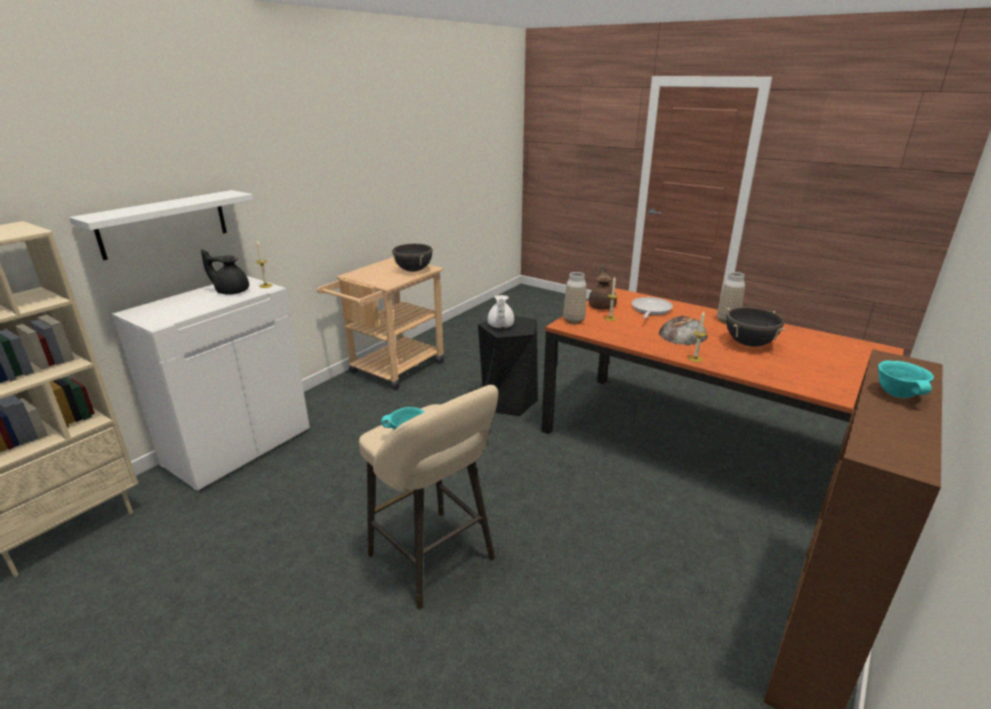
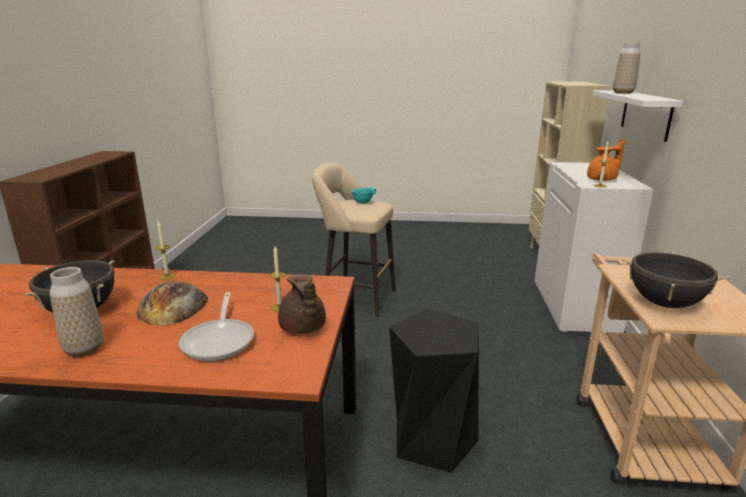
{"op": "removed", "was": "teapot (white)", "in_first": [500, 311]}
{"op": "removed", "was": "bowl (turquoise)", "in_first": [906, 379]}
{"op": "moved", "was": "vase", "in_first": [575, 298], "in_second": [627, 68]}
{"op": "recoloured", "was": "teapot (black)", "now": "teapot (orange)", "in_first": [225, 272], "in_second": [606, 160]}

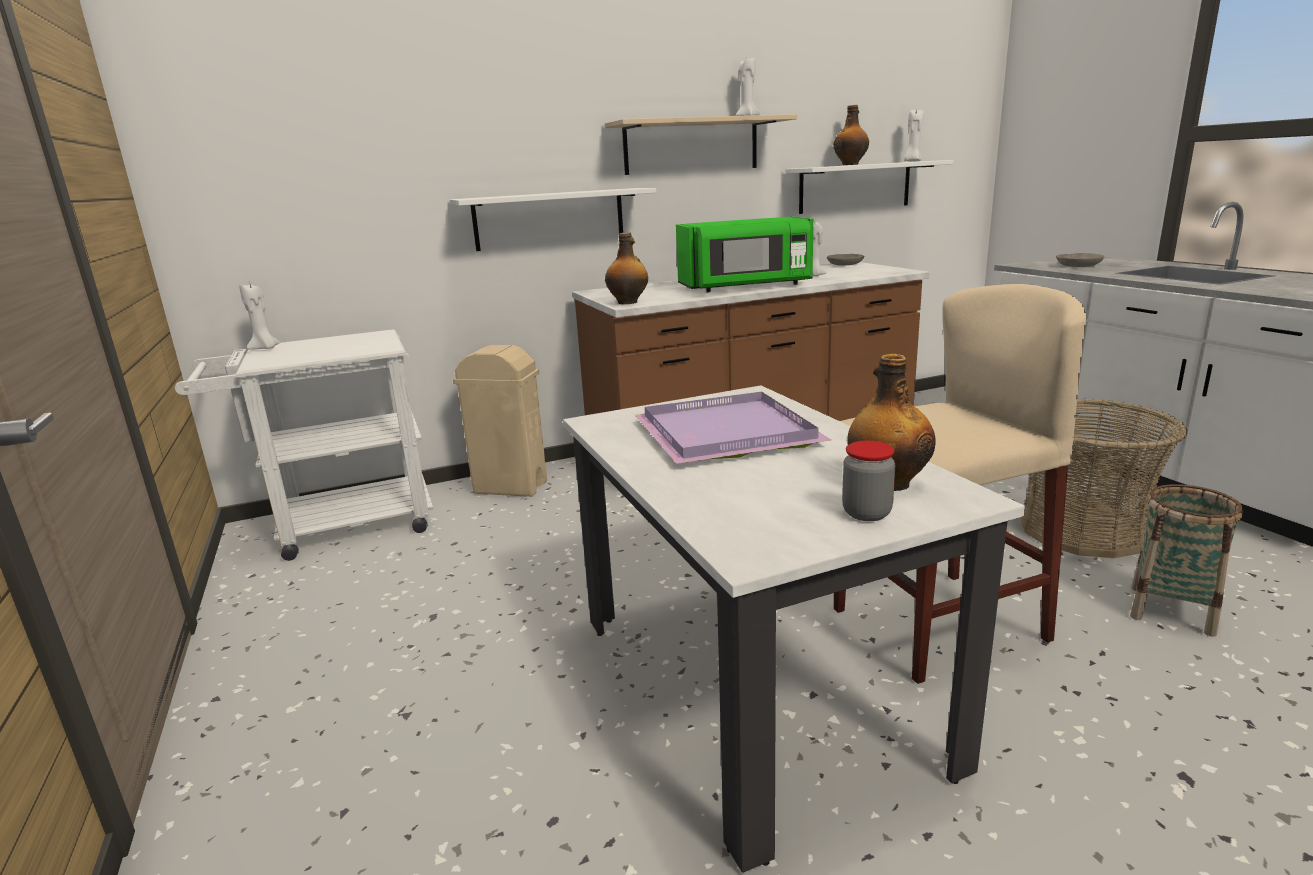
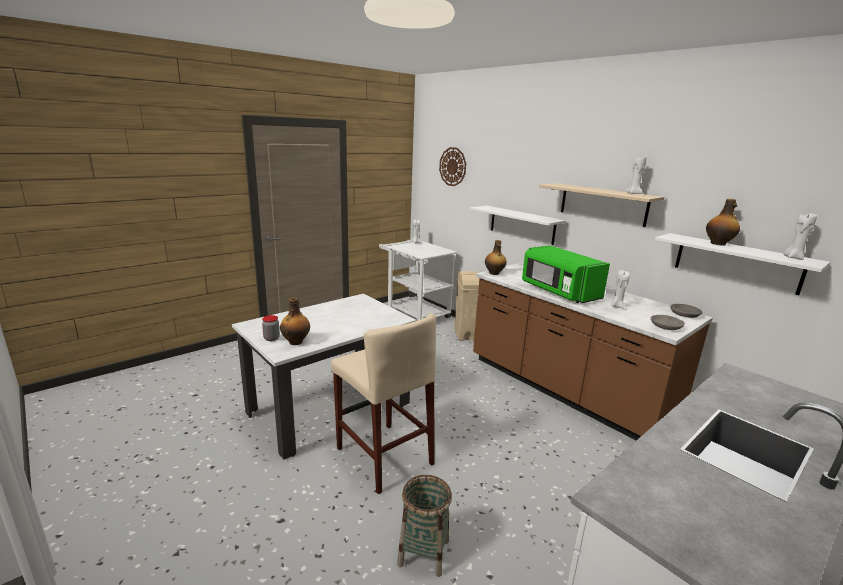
{"op": "removed", "was": "tray (purple)", "in_first": [733, 428]}
{"op": "removed", "was": "basket", "in_first": [1103, 478]}
{"op": "added", "now": "wall clock", "in_second": [452, 166]}
{"op": "moved", "was": "bowl (grey)", "in_first": [1080, 260], "in_second": [668, 322]}

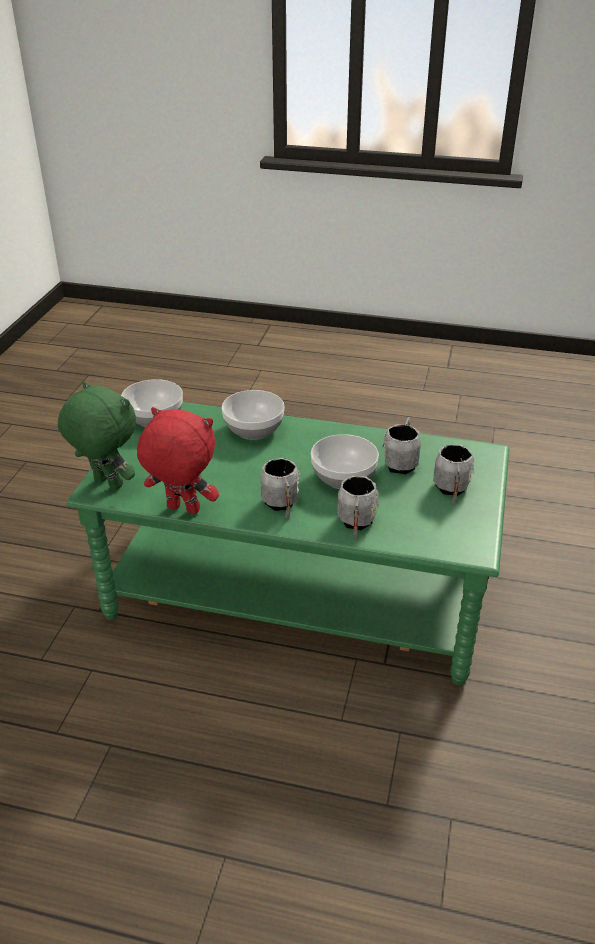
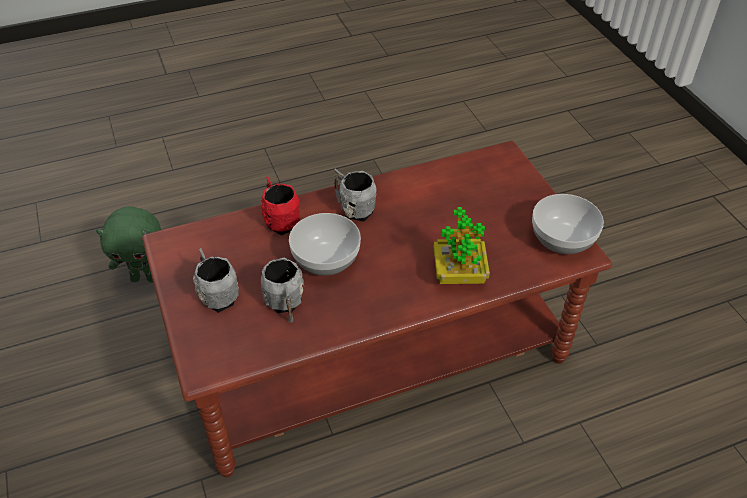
{"op": "removed", "was": "plush toy (red)", "in_first": [178, 460]}
{"op": "moved", "was": "plush toy (green)", "in_first": [97, 436], "in_second": [128, 244]}
{"op": "replaced", "was": "bowl", "now": "potted plant", "in_first": [253, 415], "in_second": [462, 245]}
{"op": "recoloured", "was": "coffee table (green)", "now": "coffee table (brown)", "in_first": [288, 544], "in_second": [377, 309]}
{"op": "recoloured", "was": "mug (grey)", "now": "mug (red)", "in_first": [358, 507], "in_second": [280, 206]}

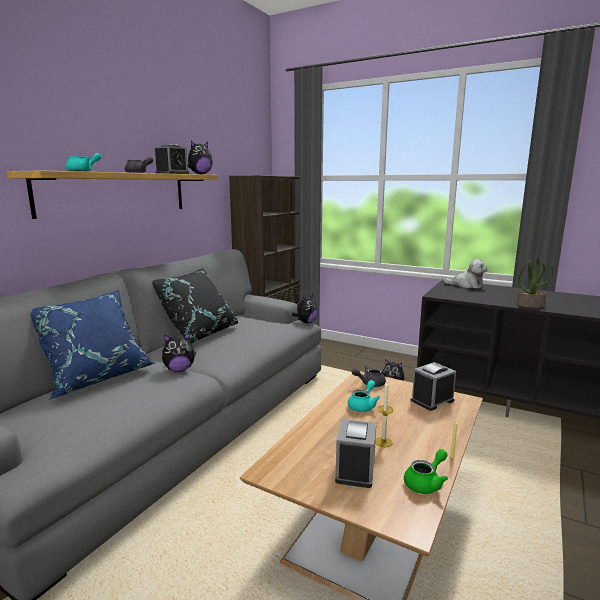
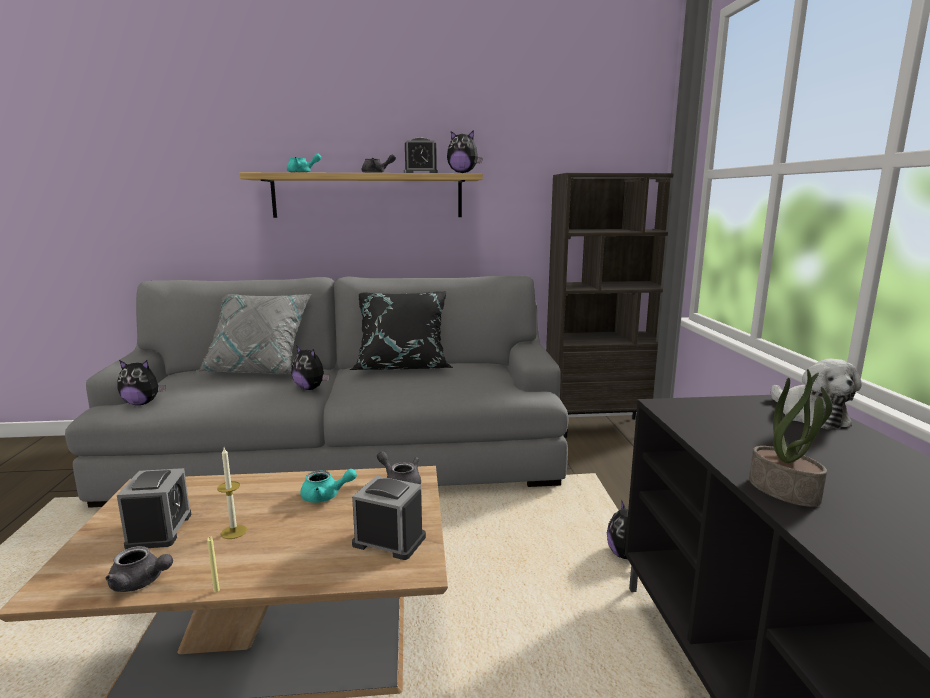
{"op": "moved", "was": "plush toy", "in_first": [305, 308], "in_second": [141, 382]}
{"op": "recoloured", "was": "pillow (blue)", "now": "pillow (grey)", "in_first": [92, 344], "in_second": [253, 334]}
{"op": "recoloured", "was": "teapot (green)", "now": "teapot (grey)", "in_first": [426, 471], "in_second": [139, 569]}
{"op": "turned", "was": "alarm clock", "in_first": [355, 453], "in_second": [154, 508], "clockwise": -75}

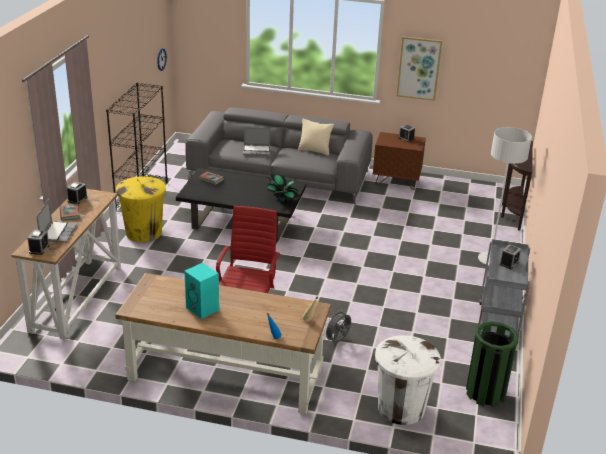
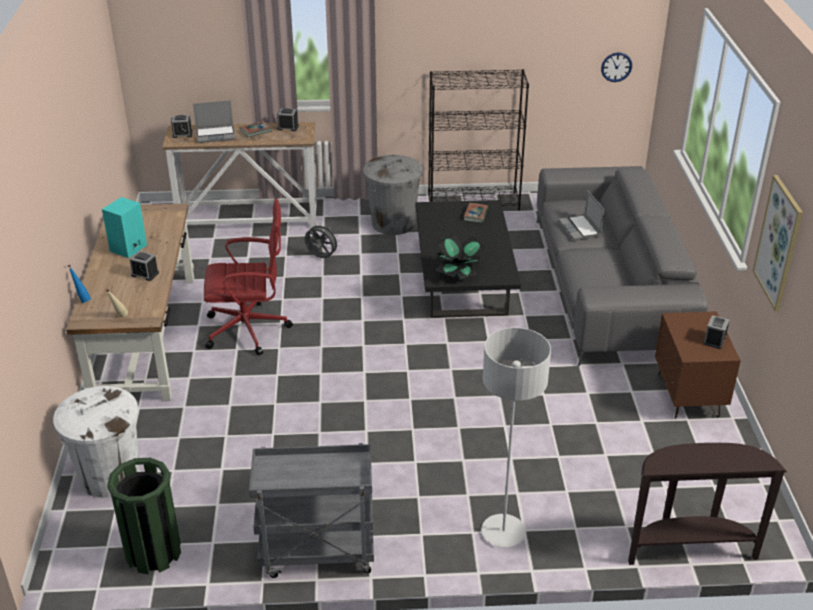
{"op": "removed", "was": "pillow (beige)", "in_first": [316, 137]}
{"op": "moved", "was": "fan (grey)", "in_first": [337, 326], "in_second": [322, 240]}
{"op": "moved", "was": "alarm clock", "in_first": [510, 256], "in_second": [144, 266]}
{"op": "recoloured", "was": "trash can (yellow)", "now": "trash can (grey)", "in_first": [141, 209], "in_second": [393, 195]}

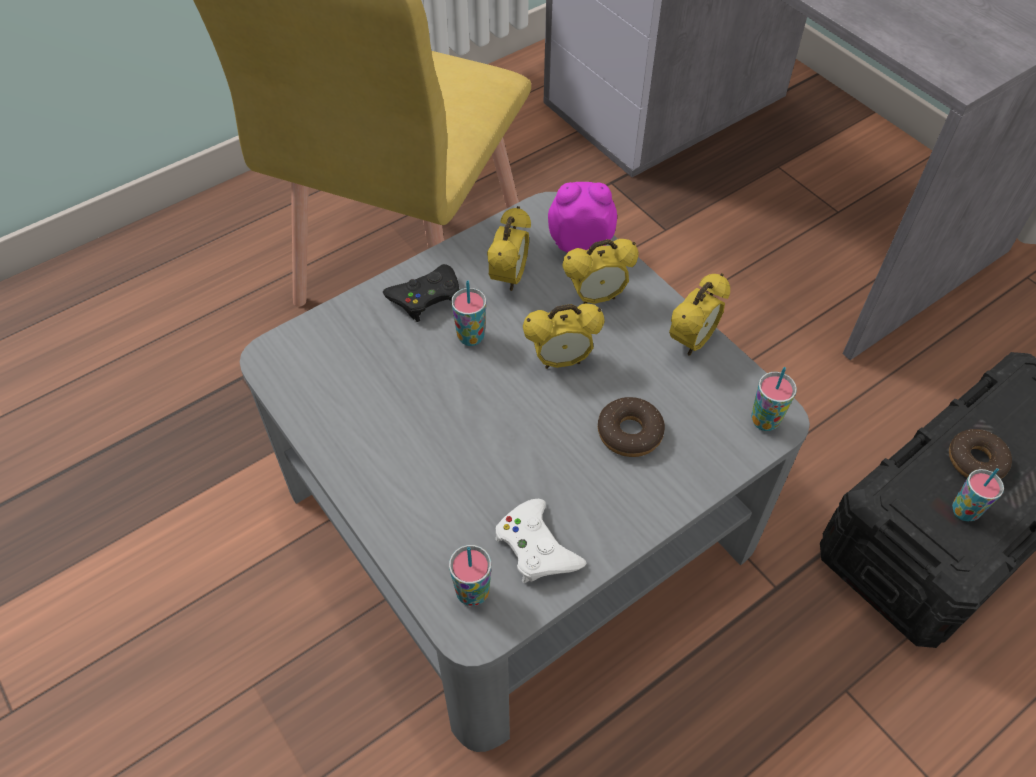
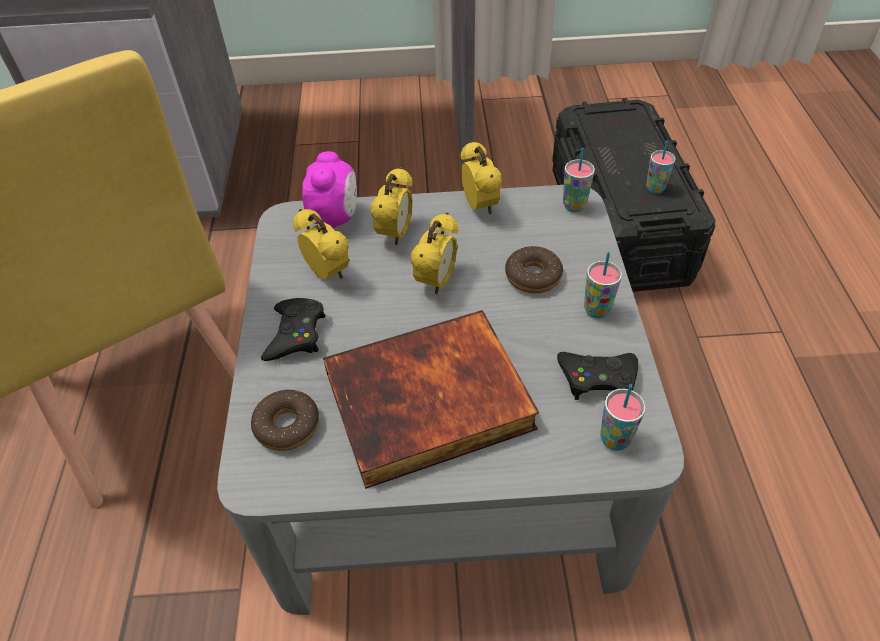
{"op": "added", "now": "book", "in_second": [431, 399]}
{"op": "moved", "was": "cup", "in_first": [468, 313], "in_second": [603, 285]}
{"op": "moved", "was": "donut", "in_first": [980, 454], "in_second": [285, 420]}
{"op": "recoloured", "was": "game controller (white)", "now": "game controller (black)", "in_first": [540, 541], "in_second": [597, 376]}
{"op": "turned", "was": "alarm clock", "in_first": [582, 217], "in_second": [329, 190], "clockwise": 150}

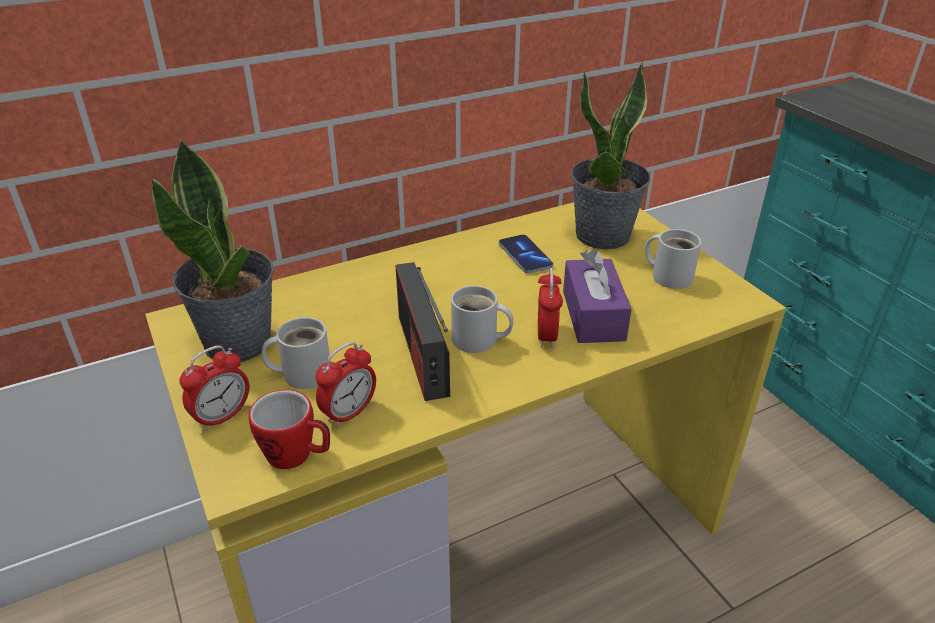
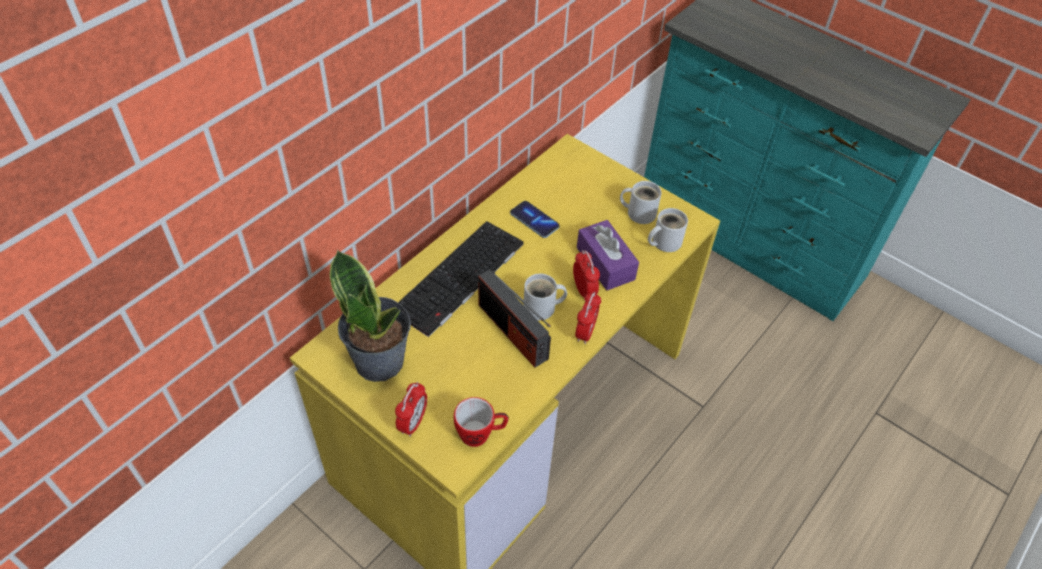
{"op": "removed", "was": "potted plant", "in_first": [610, 156]}
{"op": "added", "now": "keyboard", "in_second": [460, 279]}
{"op": "moved", "was": "mug (white)", "in_first": [296, 353], "in_second": [668, 230]}
{"op": "moved", "was": "alarm clock", "in_first": [346, 385], "in_second": [588, 318]}

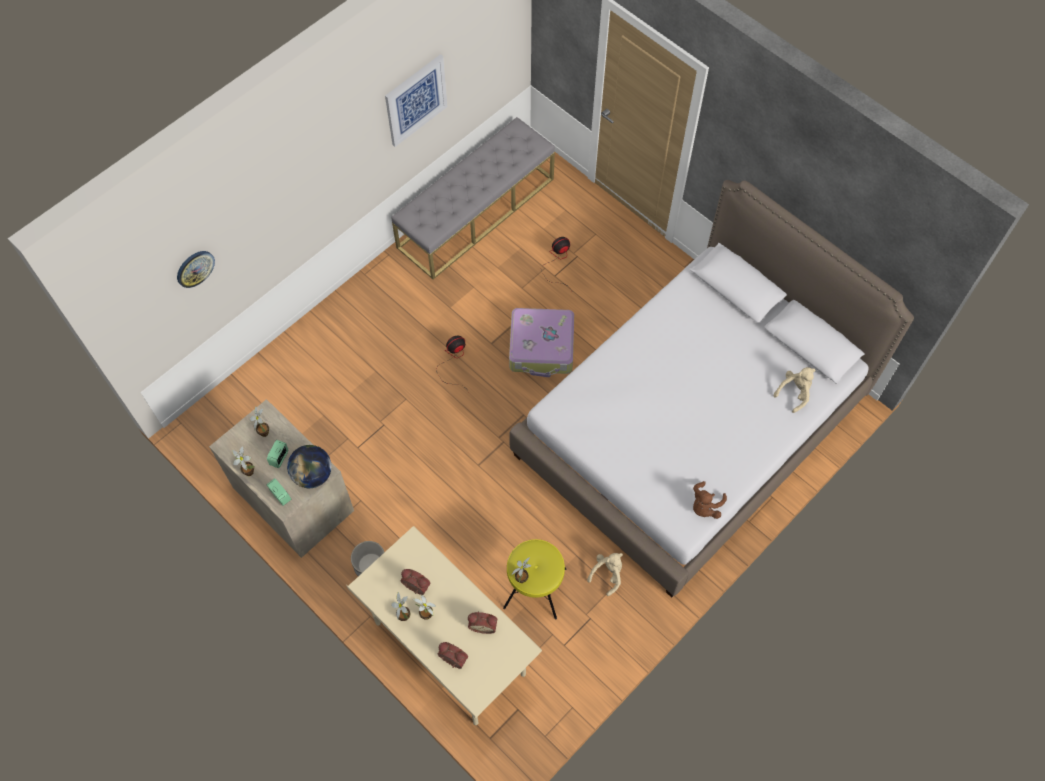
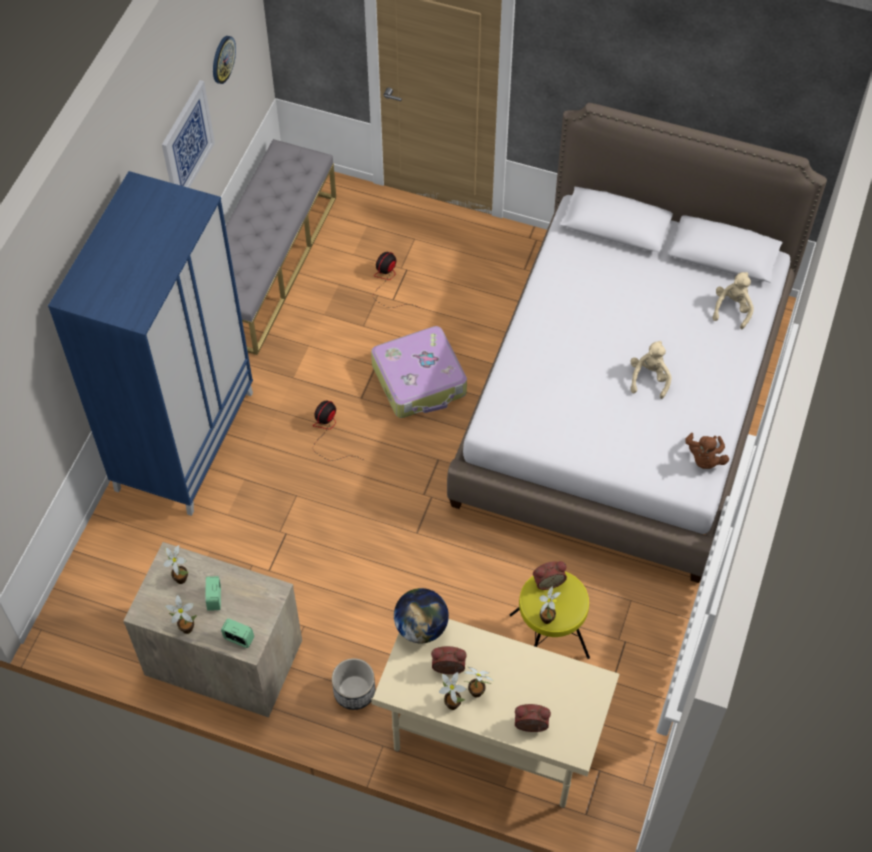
{"op": "added", "now": "wardrobe (blue)", "in_second": [150, 343]}
{"op": "moved", "was": "wall clock", "in_first": [196, 269], "in_second": [224, 60]}
{"op": "moved", "was": "globe", "in_first": [309, 466], "in_second": [421, 615]}
{"op": "moved", "was": "alarm clock", "in_first": [482, 623], "in_second": [550, 575]}
{"op": "moved", "was": "plush toy (beige)", "in_first": [605, 574], "in_second": [651, 370]}

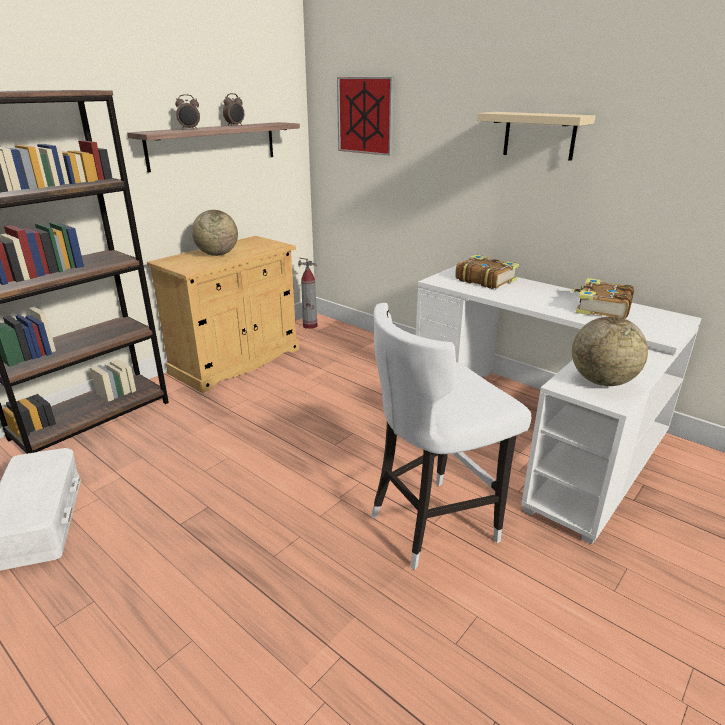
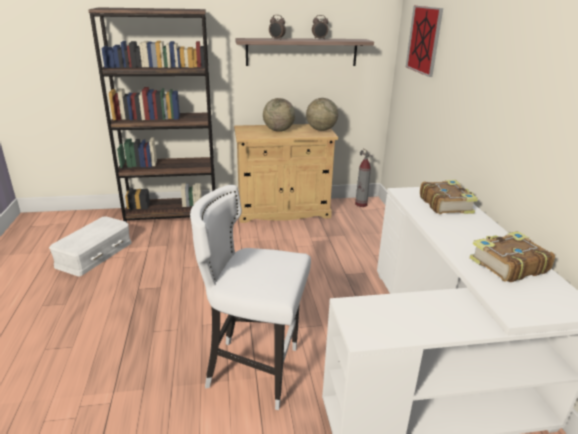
{"op": "removed", "was": "shelf (beige)", "in_first": [536, 136]}
{"op": "moved", "was": "globe", "in_first": [610, 351], "in_second": [322, 114]}

